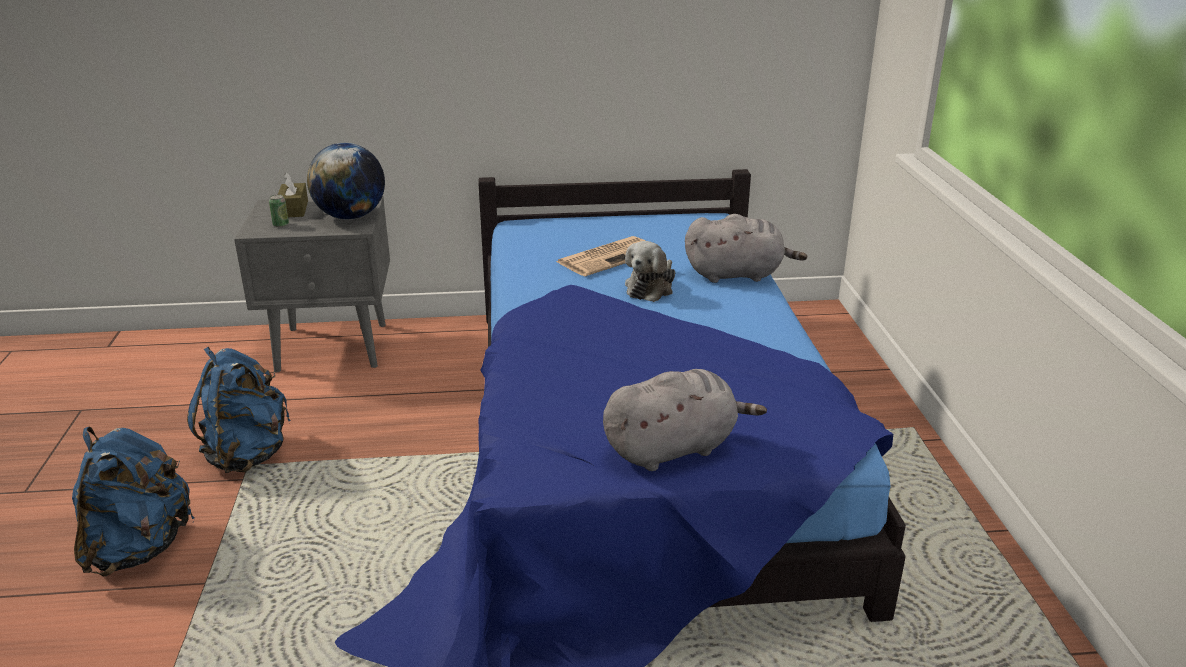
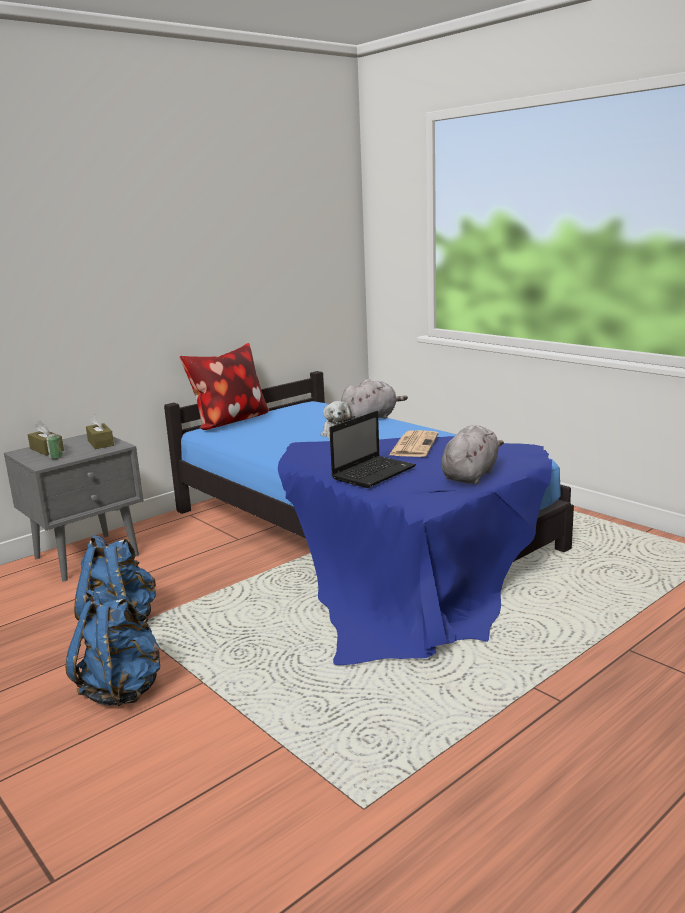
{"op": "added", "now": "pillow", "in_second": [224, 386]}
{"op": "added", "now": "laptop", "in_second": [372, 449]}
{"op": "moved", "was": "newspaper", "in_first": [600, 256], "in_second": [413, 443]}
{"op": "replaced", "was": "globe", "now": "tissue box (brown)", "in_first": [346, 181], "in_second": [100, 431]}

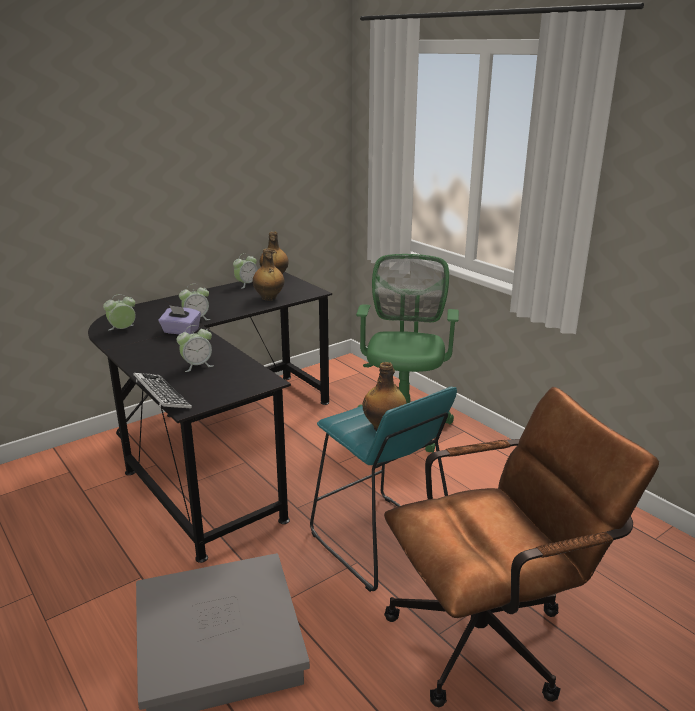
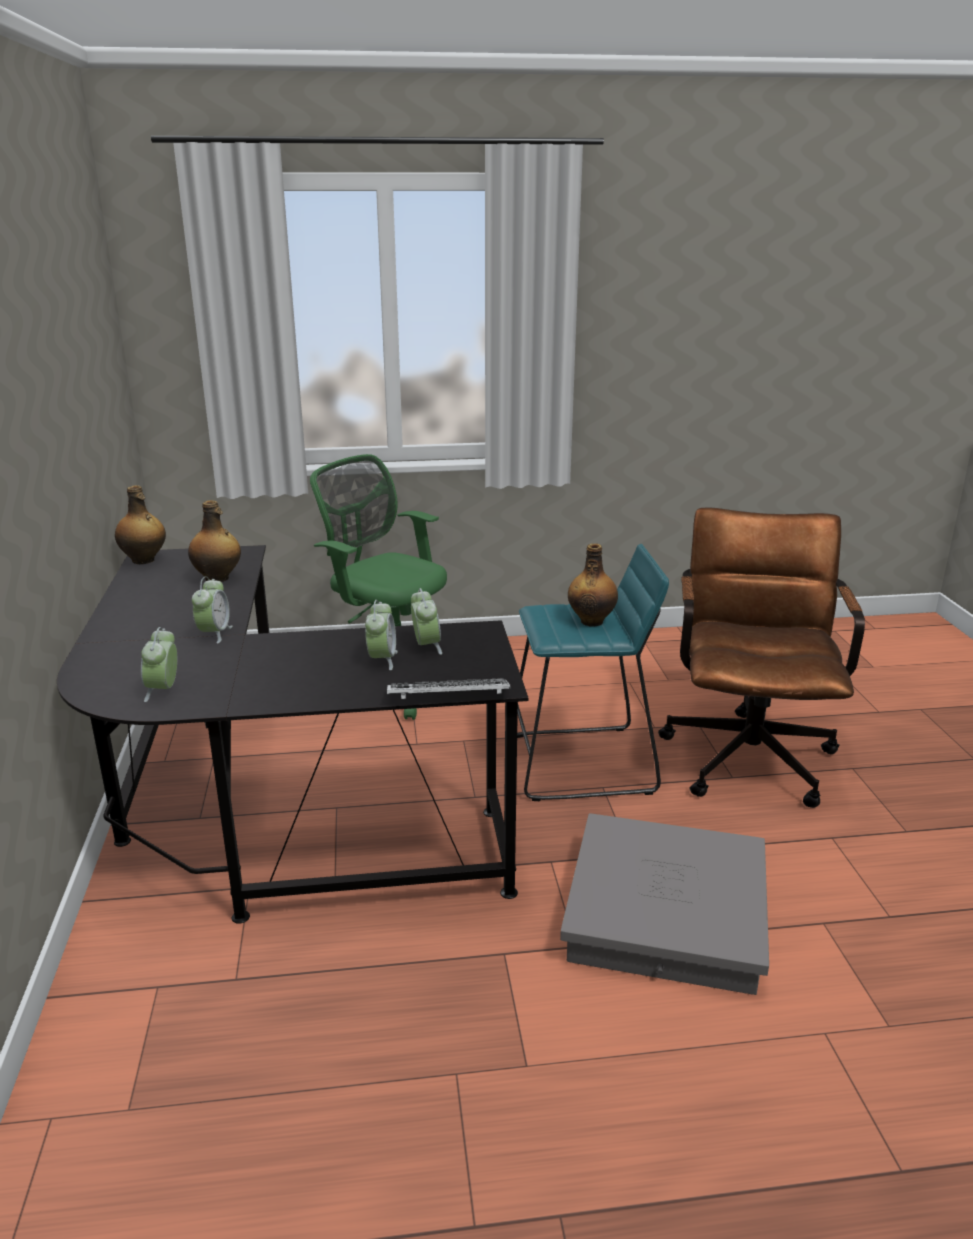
{"op": "removed", "was": "tissue box (purple)", "in_first": [180, 319]}
{"op": "moved", "was": "alarm clock", "in_first": [245, 271], "in_second": [426, 621]}

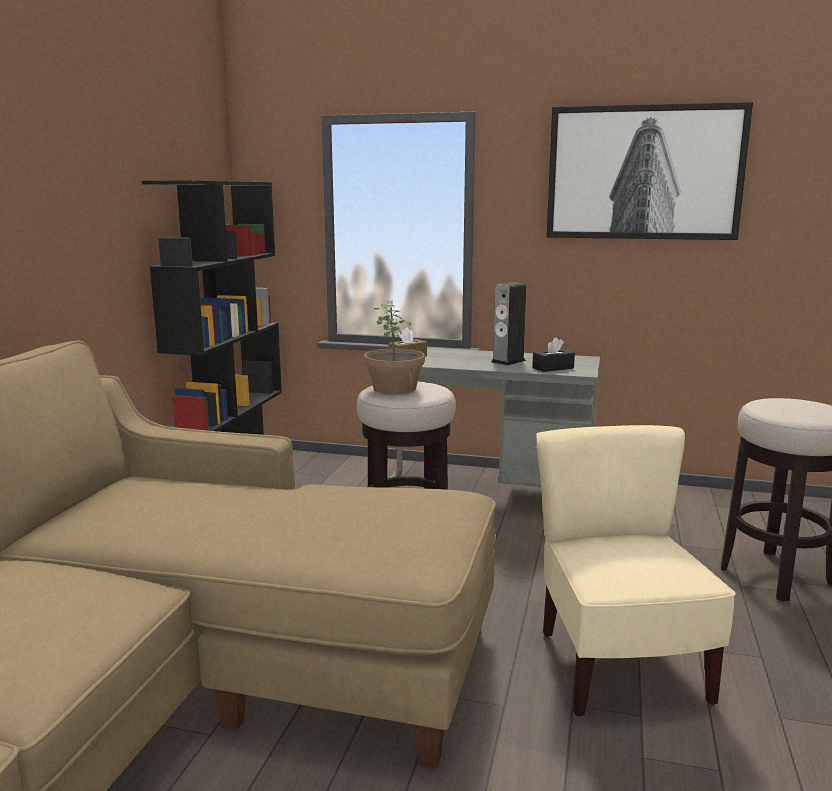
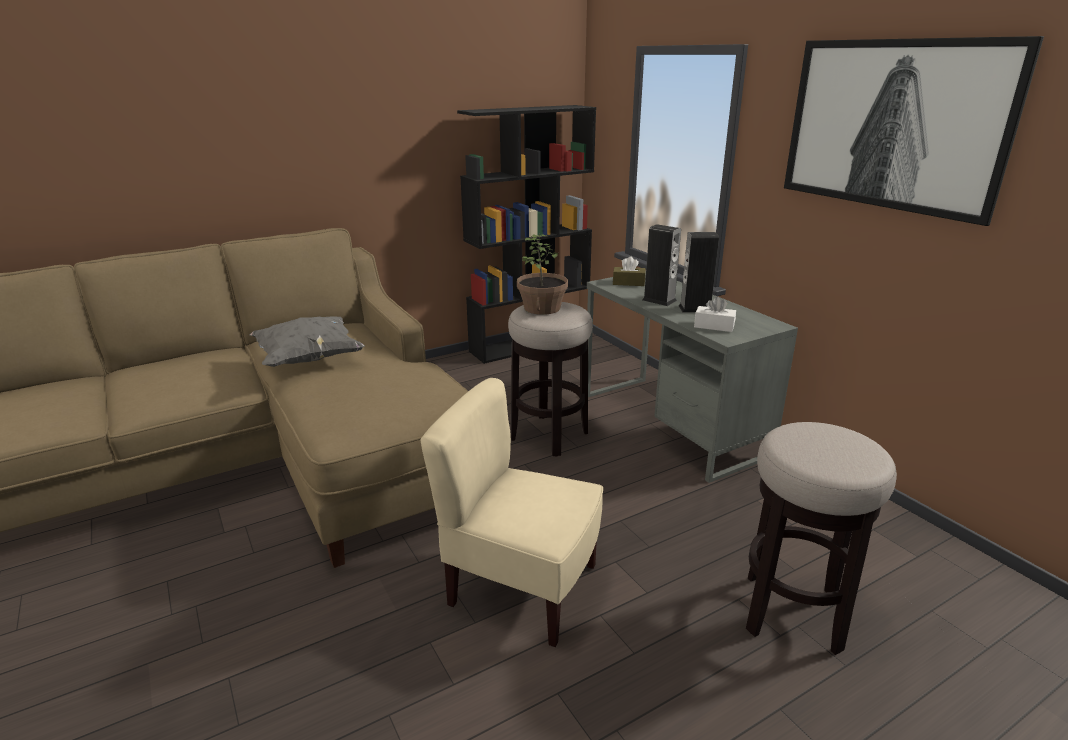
{"op": "added", "now": "pillow (grey)", "in_second": [307, 341]}
{"op": "added", "now": "speaker", "in_second": [661, 265]}
{"op": "recoloured", "was": "tissue box (black)", "now": "tissue box (white)", "in_first": [553, 354], "in_second": [715, 314]}
{"op": "turned", "was": "chair (beige)", "in_first": [636, 570], "in_second": [511, 512], "clockwise": -105}

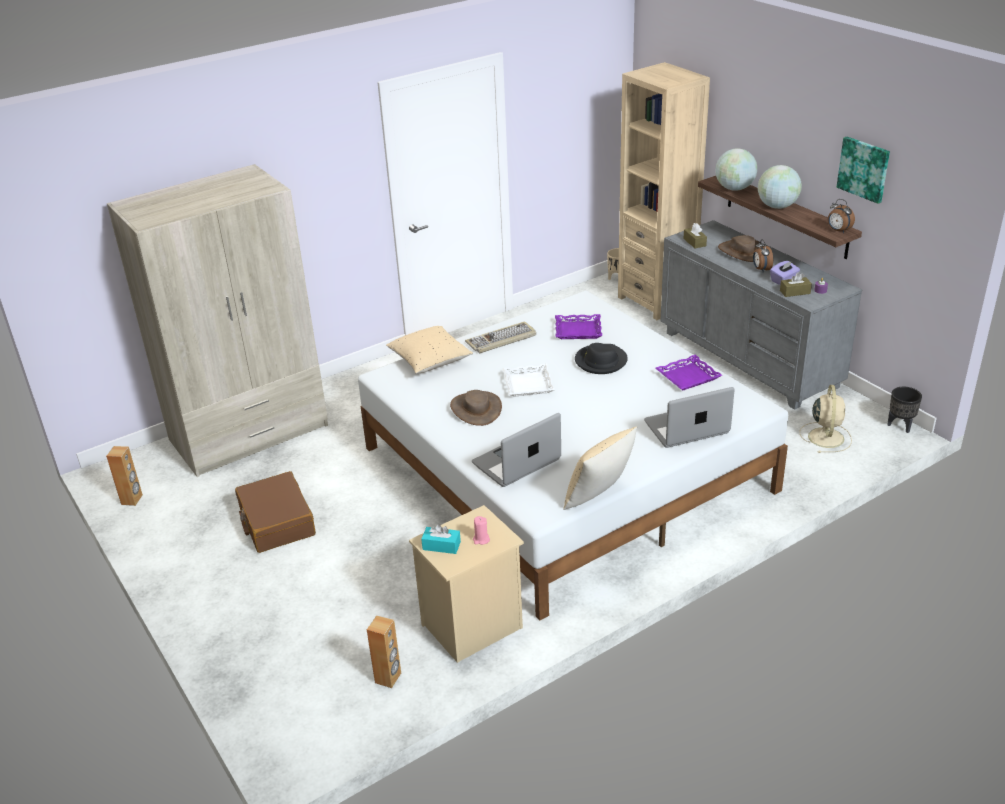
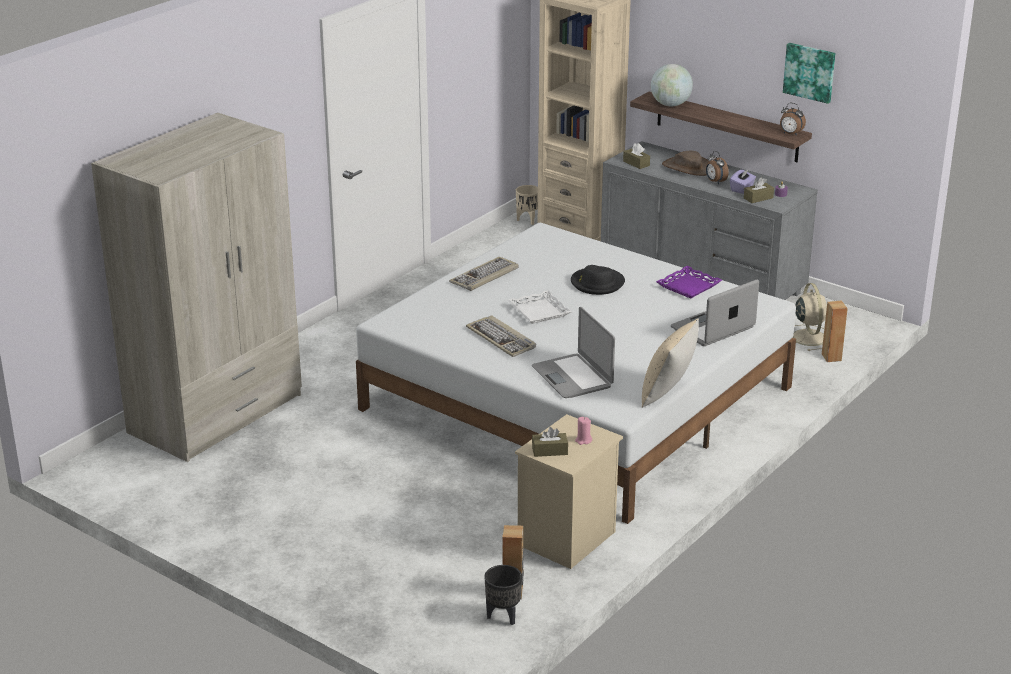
{"op": "removed", "was": "suitcase (brown)", "in_first": [275, 512]}
{"op": "removed", "was": "pillow (beige)", "in_first": [429, 349]}
{"op": "removed", "was": "tray (purple)", "in_first": [578, 326]}
{"op": "removed", "was": "globe", "in_first": [780, 187]}
{"op": "moved", "was": "speaker (brown)", "in_first": [124, 476], "in_second": [835, 331]}
{"op": "moved", "was": "planter (black)", "in_first": [904, 410], "in_second": [503, 595]}
{"op": "replaced", "was": "hat (brown)", "now": "keyboard", "in_first": [476, 408], "in_second": [501, 336]}
{"op": "recoloured", "was": "tissue box (turquoise)", "now": "tissue box (brown)", "in_first": [441, 539], "in_second": [550, 442]}
{"op": "turned", "was": "laptop", "in_first": [516, 450], "in_second": [573, 352], "clockwise": -60}

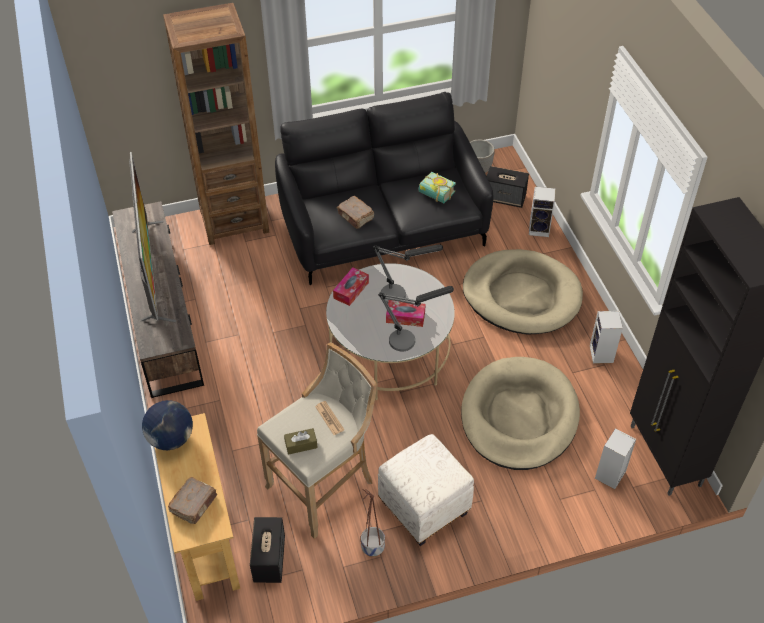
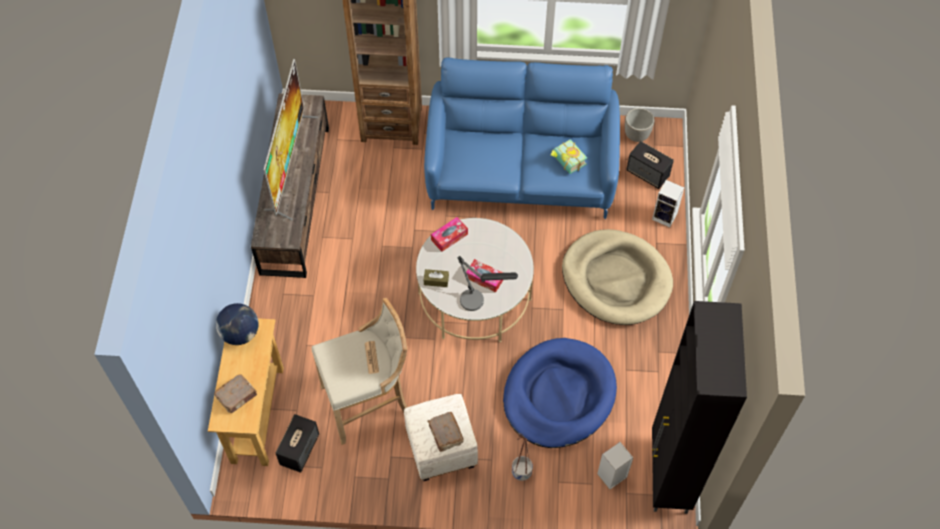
{"op": "removed", "was": "table lamp", "in_first": [408, 273]}
{"op": "removed", "was": "speaker", "in_first": [606, 337]}
{"op": "moved", "was": "tissue box (brown)", "in_first": [301, 441], "in_second": [436, 278]}
{"op": "moved", "was": "book (brown)", "in_first": [355, 212], "in_second": [445, 432]}
{"op": "moved", "was": "planter", "in_first": [372, 523], "in_second": [522, 457]}
{"op": "recoloured", "was": "sofa (black)", "now": "sofa (blue)", "in_first": [384, 188], "in_second": [522, 138]}
{"op": "recoloured", "was": "dog bed (beige)", "now": "dog bed (blue)", "in_first": [520, 413], "in_second": [560, 393]}

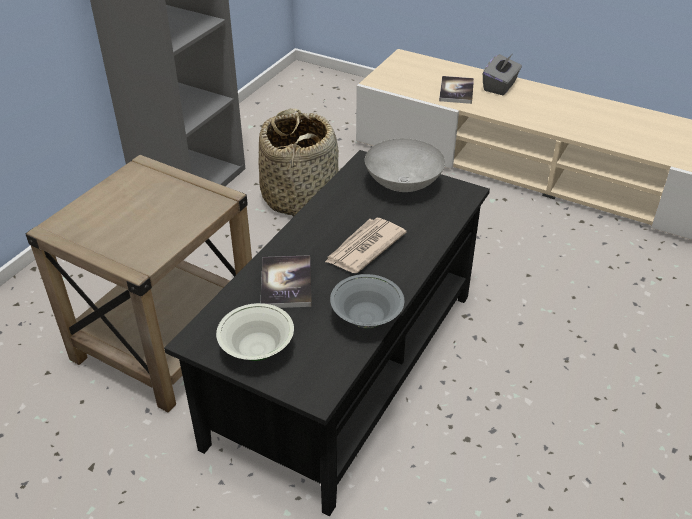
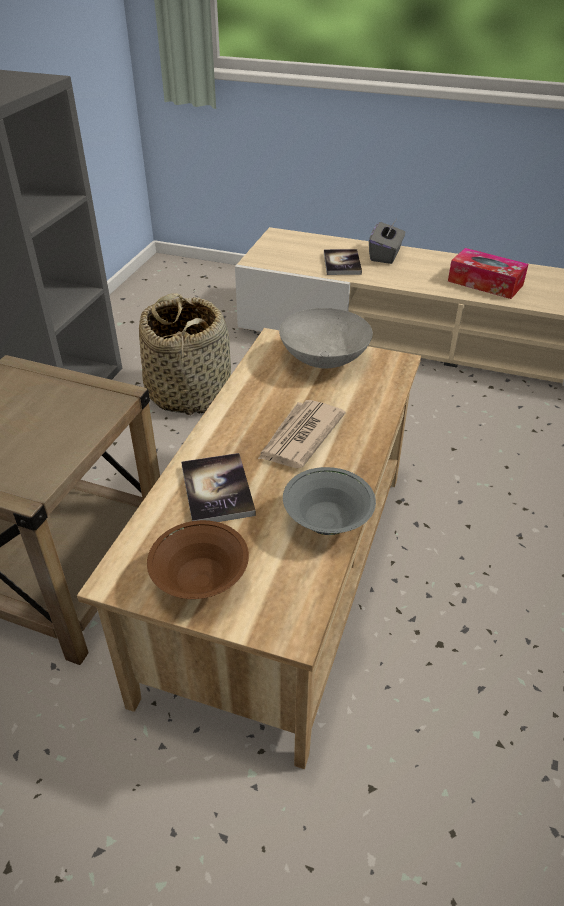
{"op": "added", "now": "tissue box", "in_second": [488, 273]}
{"op": "recoloured", "was": "coffee table (black)", "now": "coffee table (beige)", "in_first": [327, 333], "in_second": [249, 548]}
{"op": "recoloured", "was": "bowl (white)", "now": "bowl (brown)", "in_first": [255, 332], "in_second": [198, 559]}

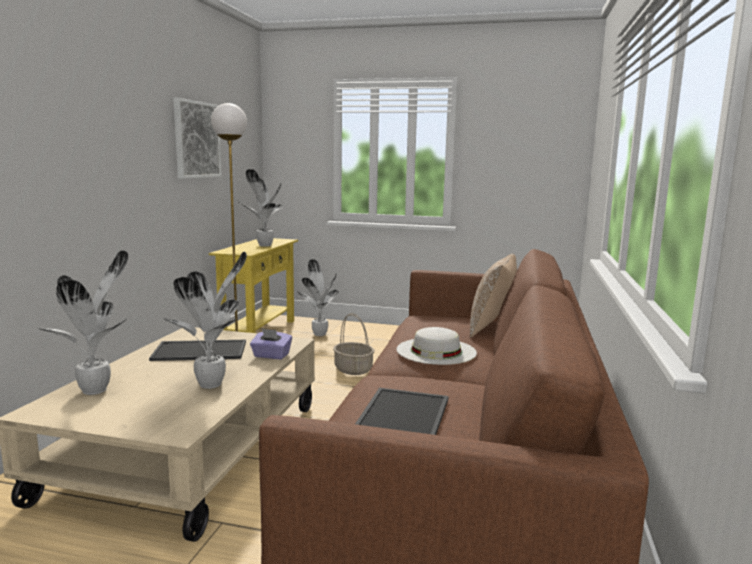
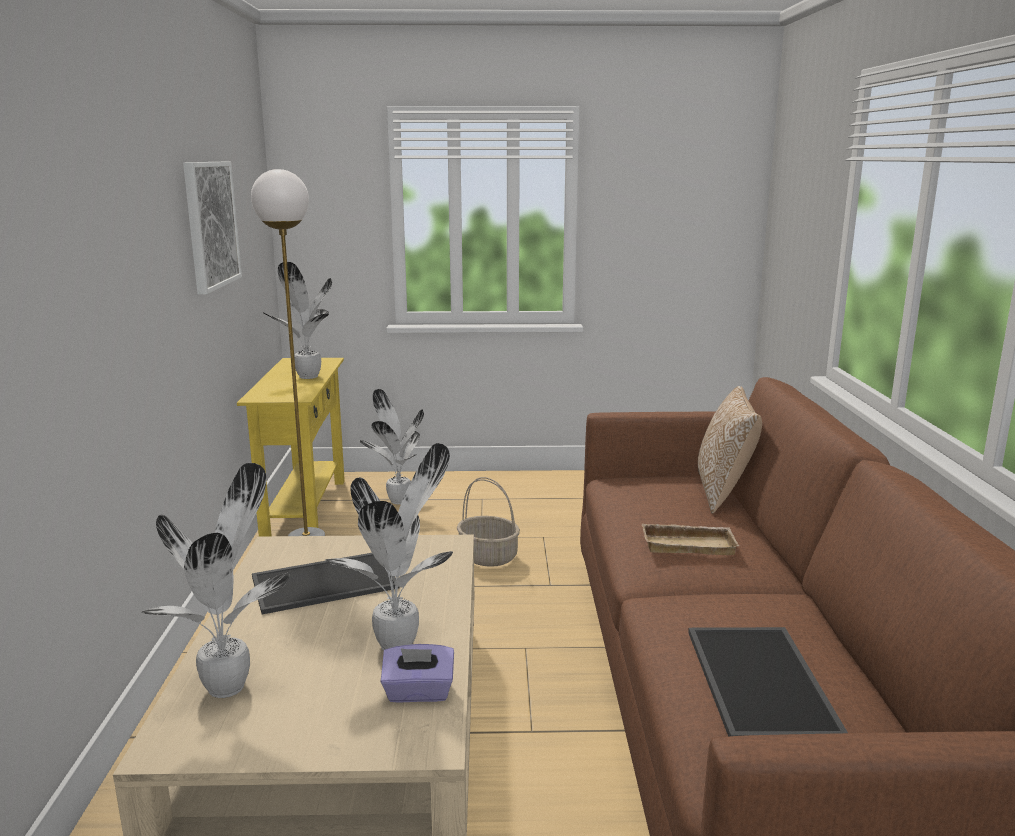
{"op": "moved", "was": "tissue box (purple)", "in_first": [271, 344], "in_second": [417, 673]}
{"op": "replaced", "was": "hat (white)", "now": "tray (beige)", "in_first": [436, 346], "in_second": [690, 539]}

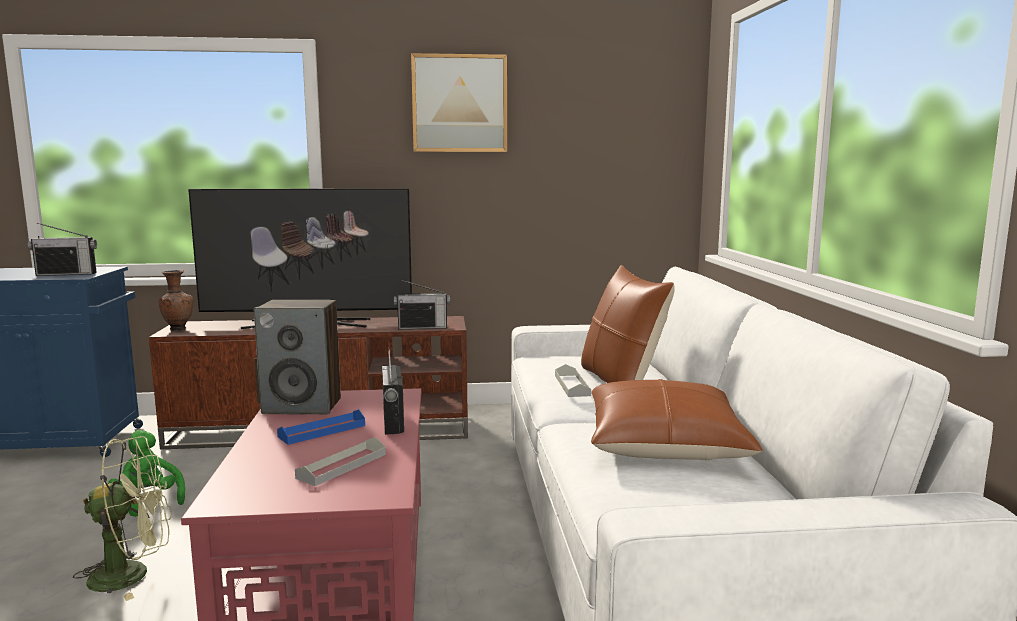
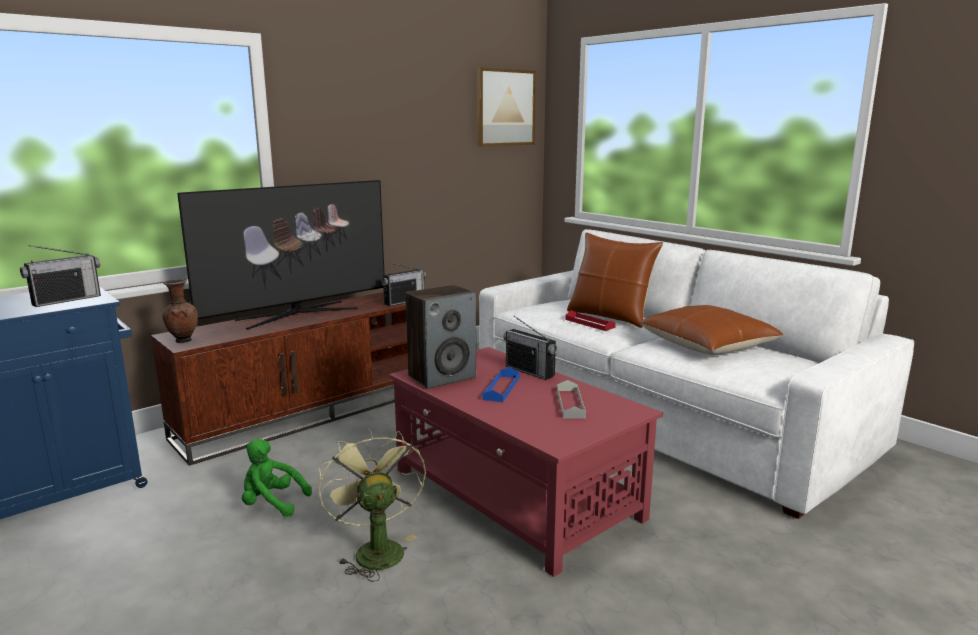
{"op": "moved", "was": "picture", "in_first": [459, 102], "in_second": [506, 106]}
{"op": "recoloured", "was": "tray (grey)", "now": "tray (red)", "in_first": [573, 380], "in_second": [590, 320]}
{"op": "turned", "was": "fan (green)", "in_first": [122, 518], "in_second": [372, 505], "clockwise": -60}

